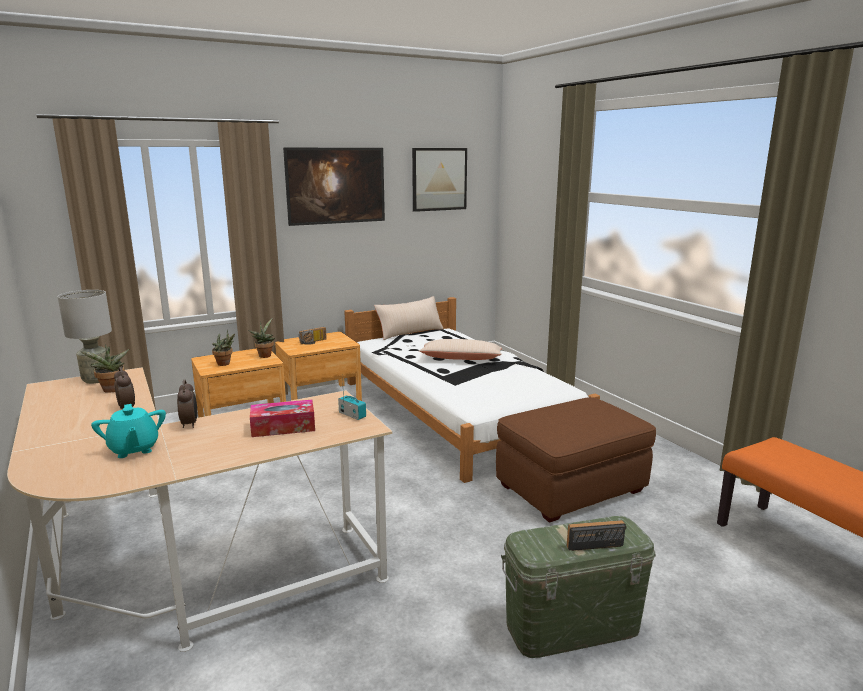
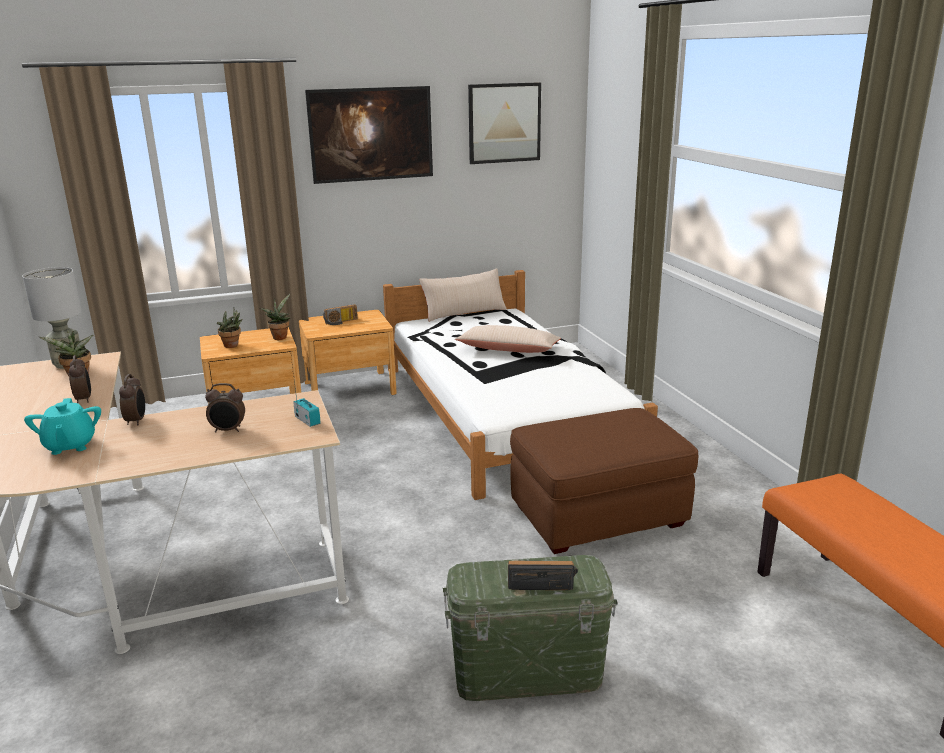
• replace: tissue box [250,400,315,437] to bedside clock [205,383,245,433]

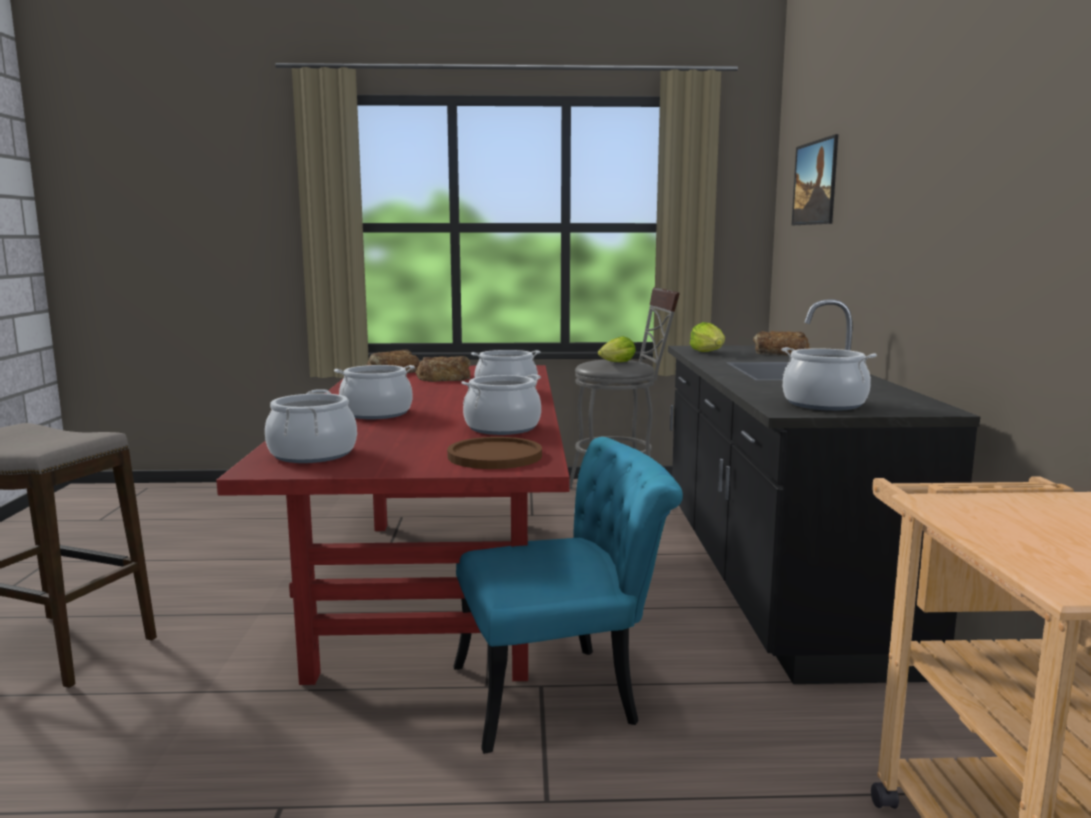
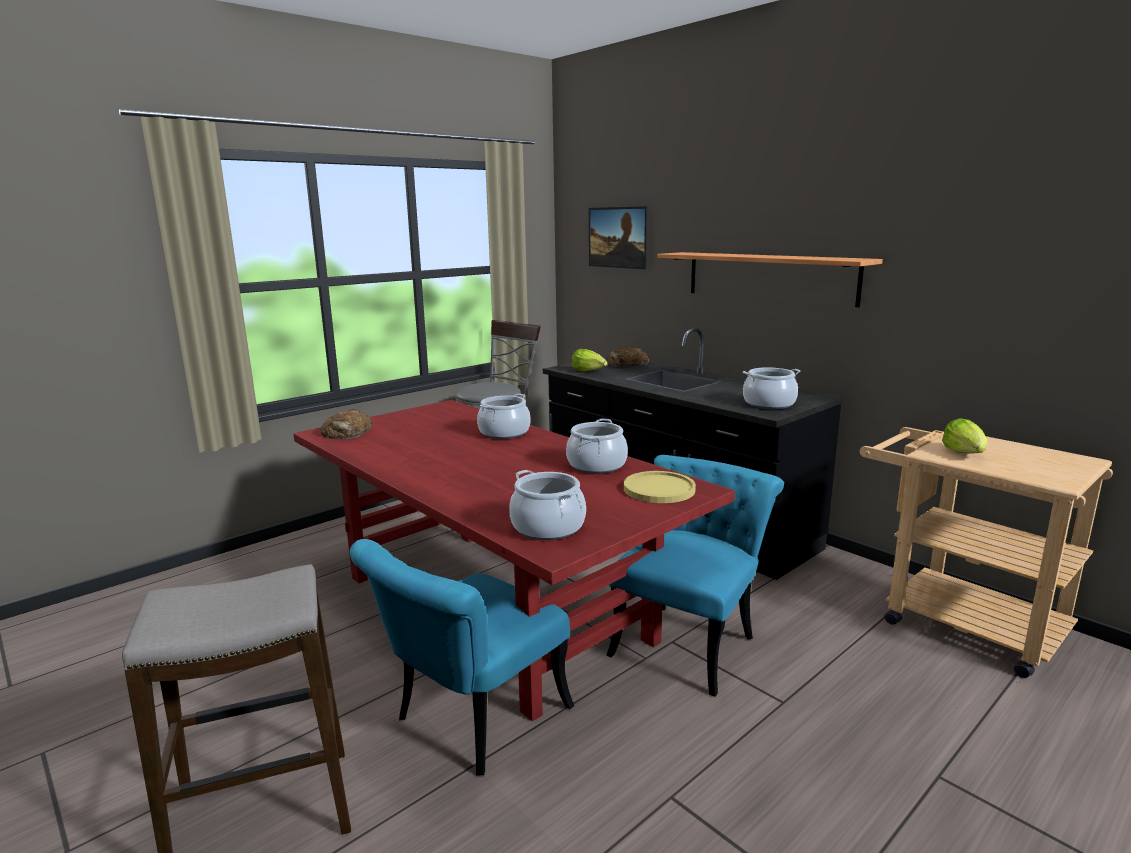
• insert: turquoise chair [350,539,574,775]
• recolor: brownish dinner plate [447,437,542,469] to yellowish dinner plate [624,471,696,503]
• insert: bracket shelf [657,252,883,307]
• move: lettuce [598,336,636,362] to [942,418,988,453]
• delete: stockpot [334,365,415,419]
• delete: bread [415,356,471,382]

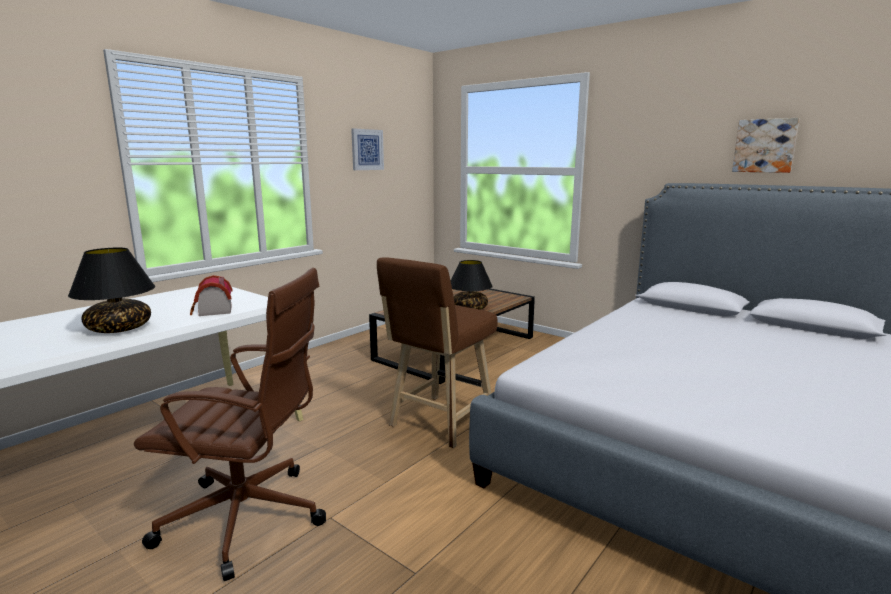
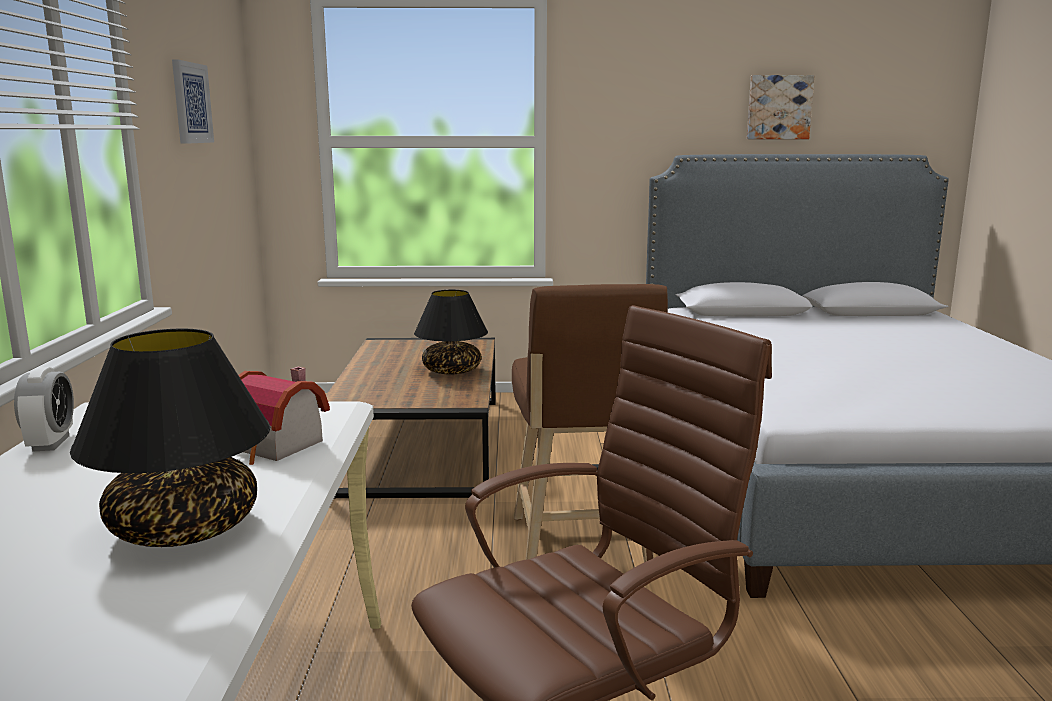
• insert: bedside clock [14,367,74,452]

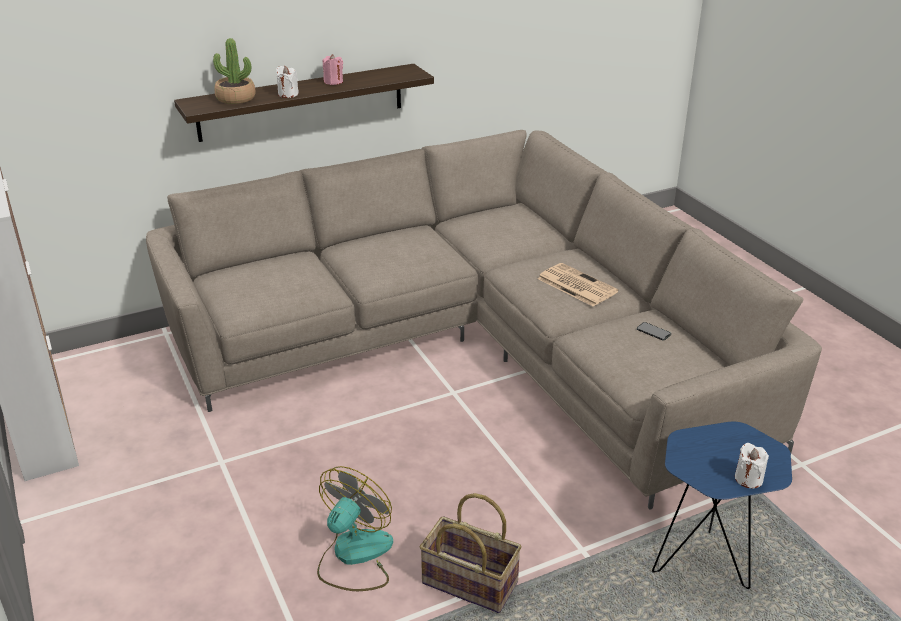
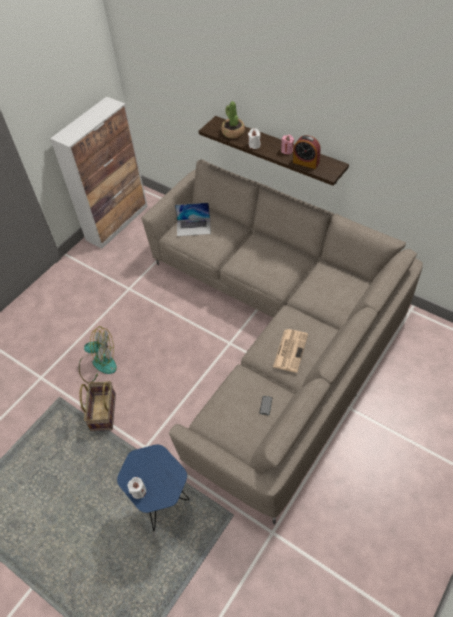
• insert: portable computer [175,203,211,236]
• insert: bedside clock [293,135,321,169]

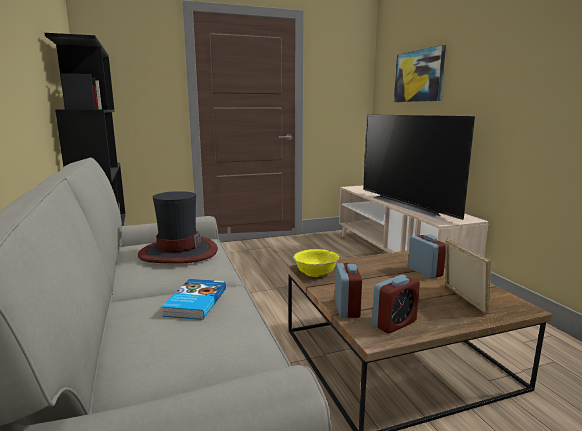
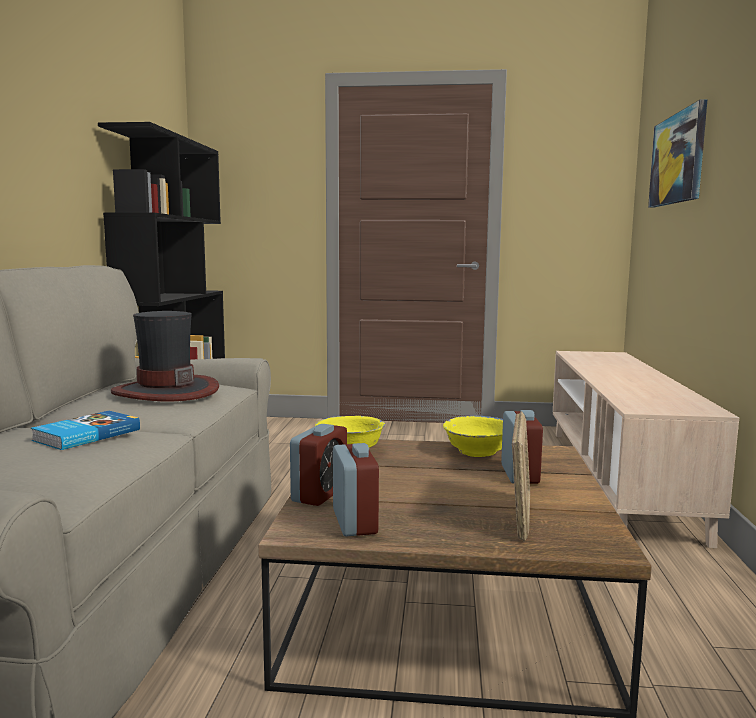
• rotate: bedside clock [372,275,420,334] = [333,443,379,537] 90 degrees counterclockwise
• insert: yellowish bowl [443,416,503,457]
• delete: TV [363,114,475,220]

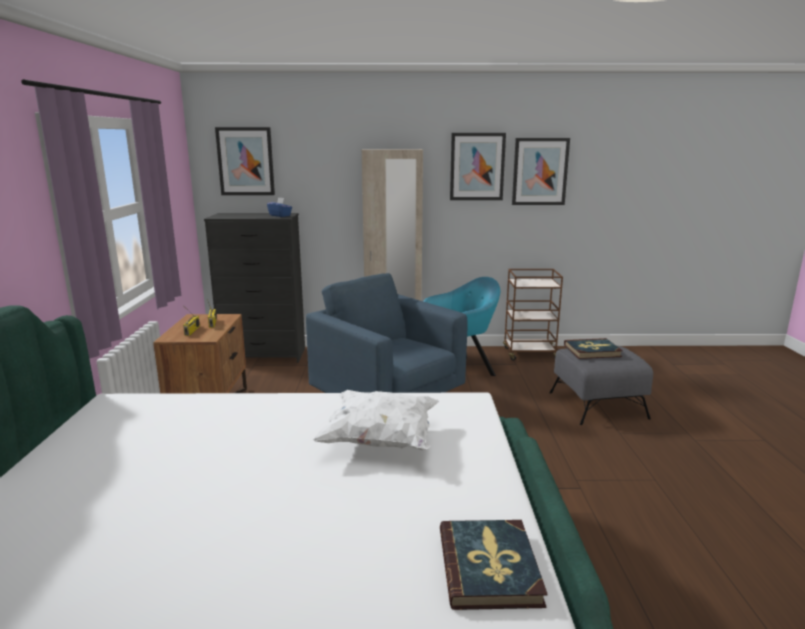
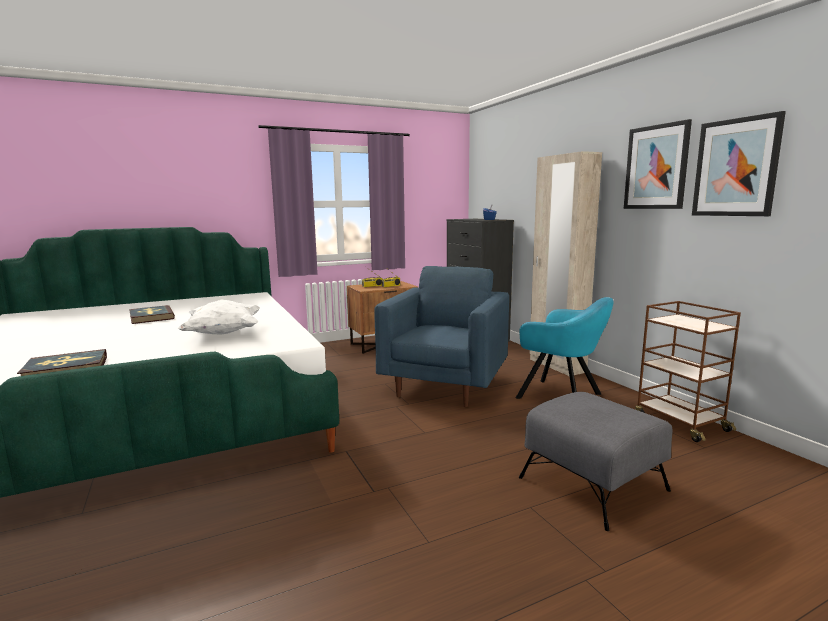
• move: book [564,338,623,359] to [129,305,175,324]
• delete: picture [215,127,275,195]

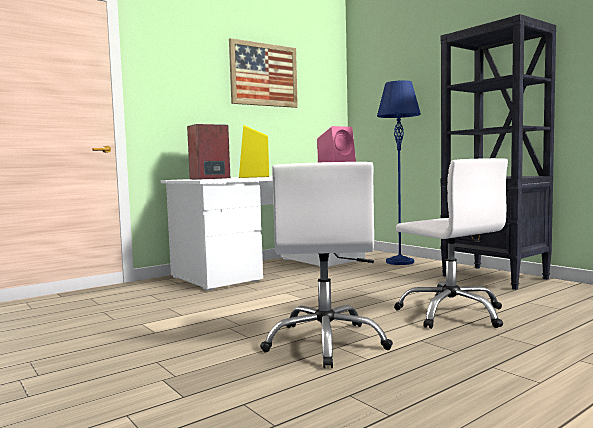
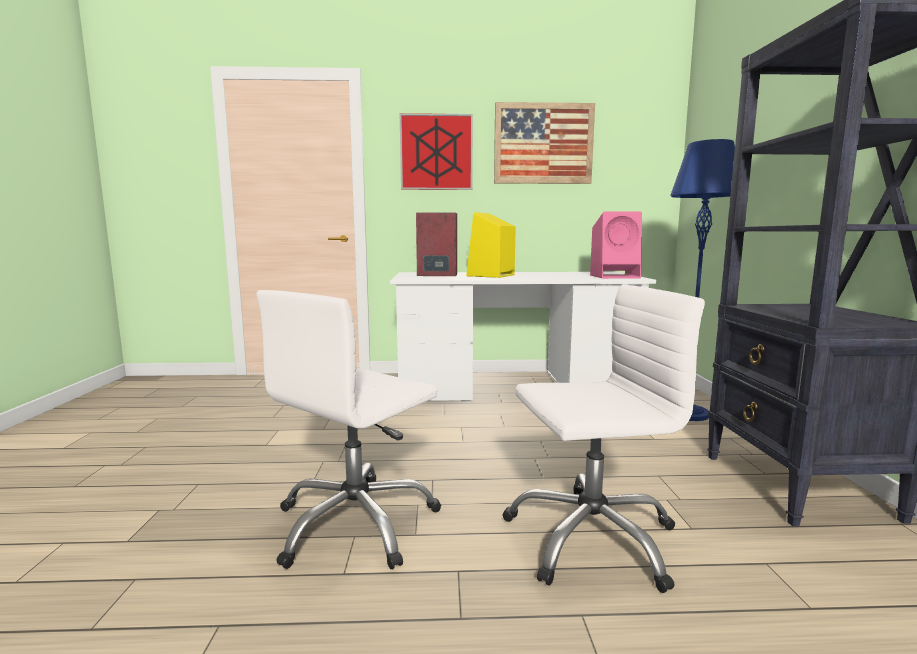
• insert: picture [399,113,473,190]
• rotate: white-coloured office chair [394,158,508,329] = [503,285,705,593] 105 degrees counterclockwise

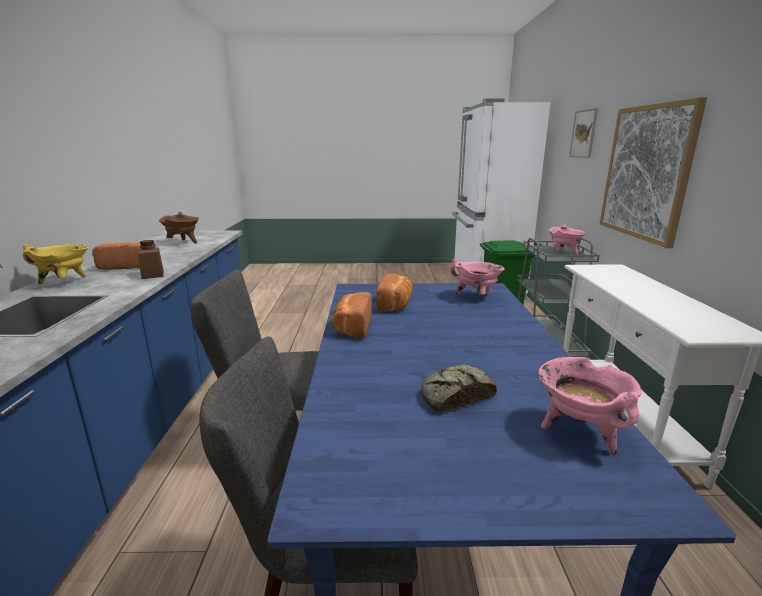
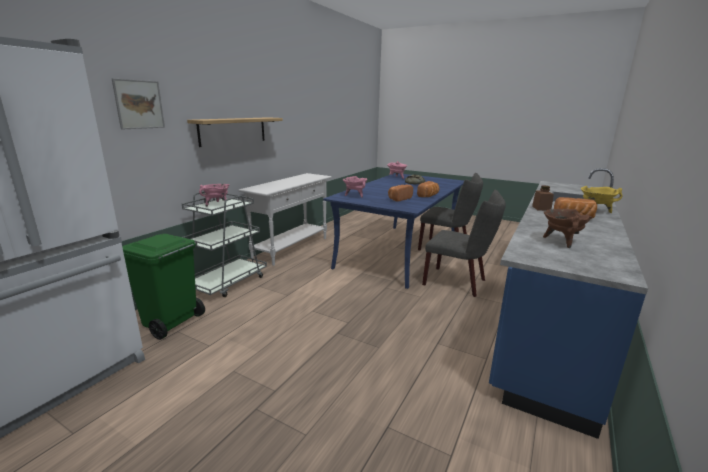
• replace: picture [600,97,707,248] to bracket shelf [187,117,283,147]

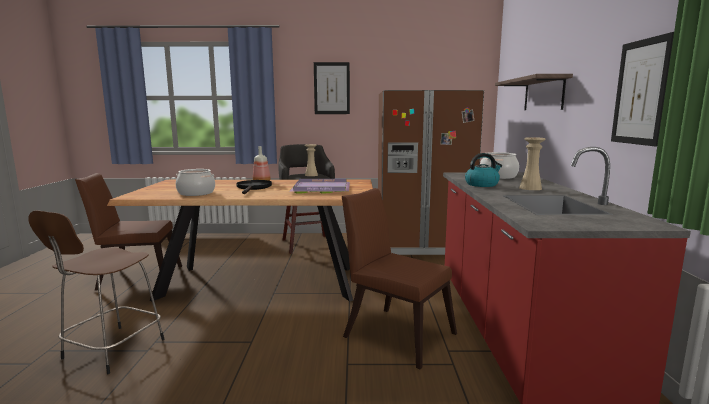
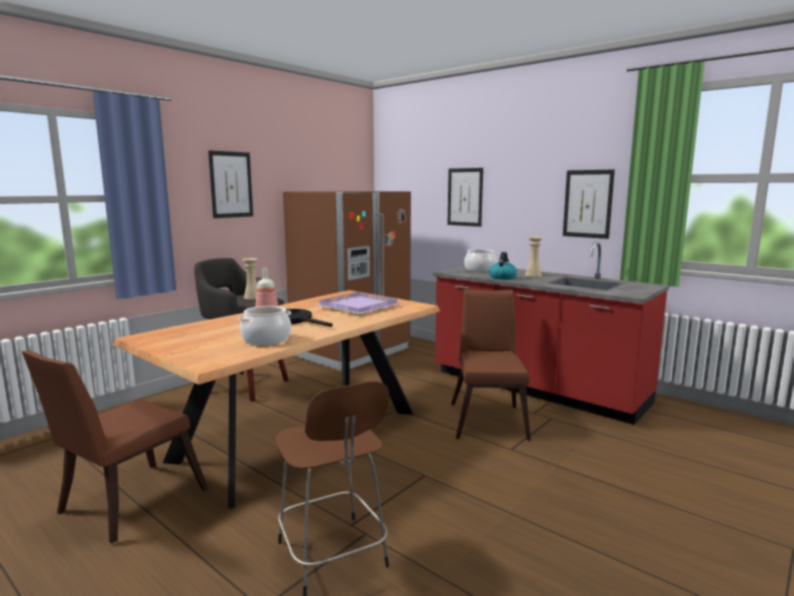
• replace: bracket shelf [495,74,573,110] to picture [448,168,483,227]
• rotate: brownish chair [342,188,457,370] = [451,289,531,441] 105 degrees clockwise

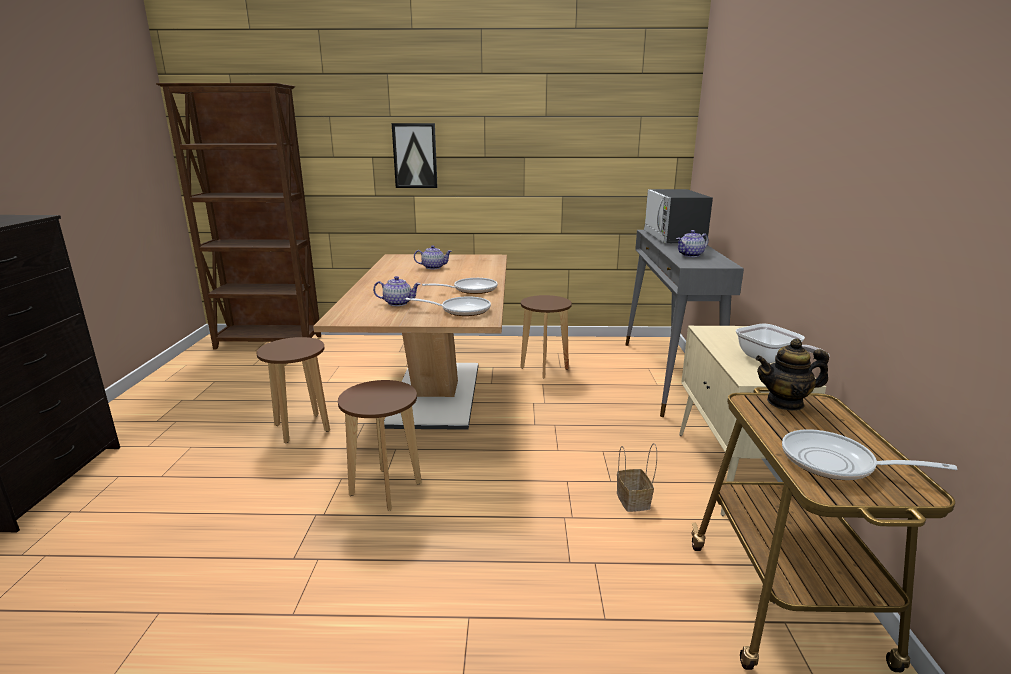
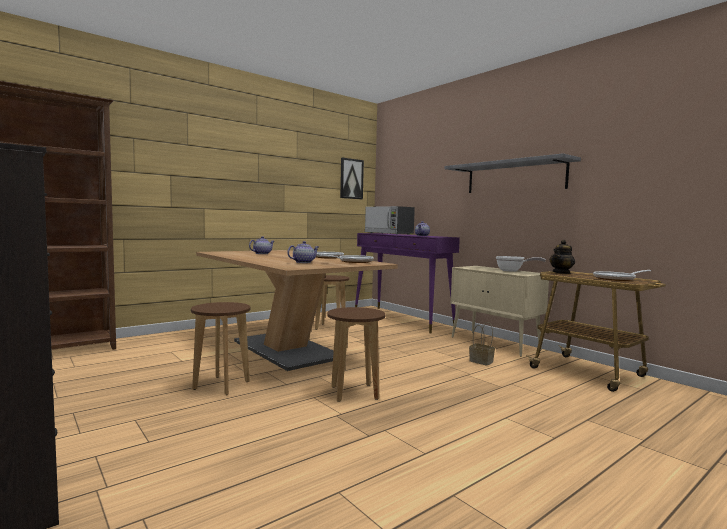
• move: picture [392,123,438,188] to [340,158,364,199]
• recolor: gray hall table [625,230,744,417] to purple-coloured hall table [355,233,460,333]
• insert: gray bracket shelf [444,153,581,193]

